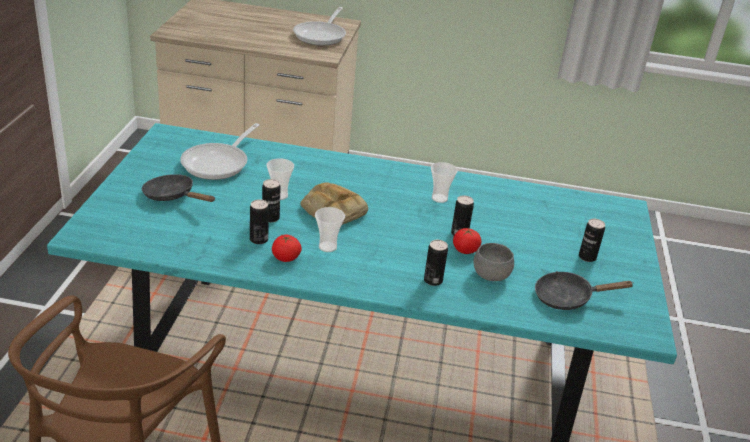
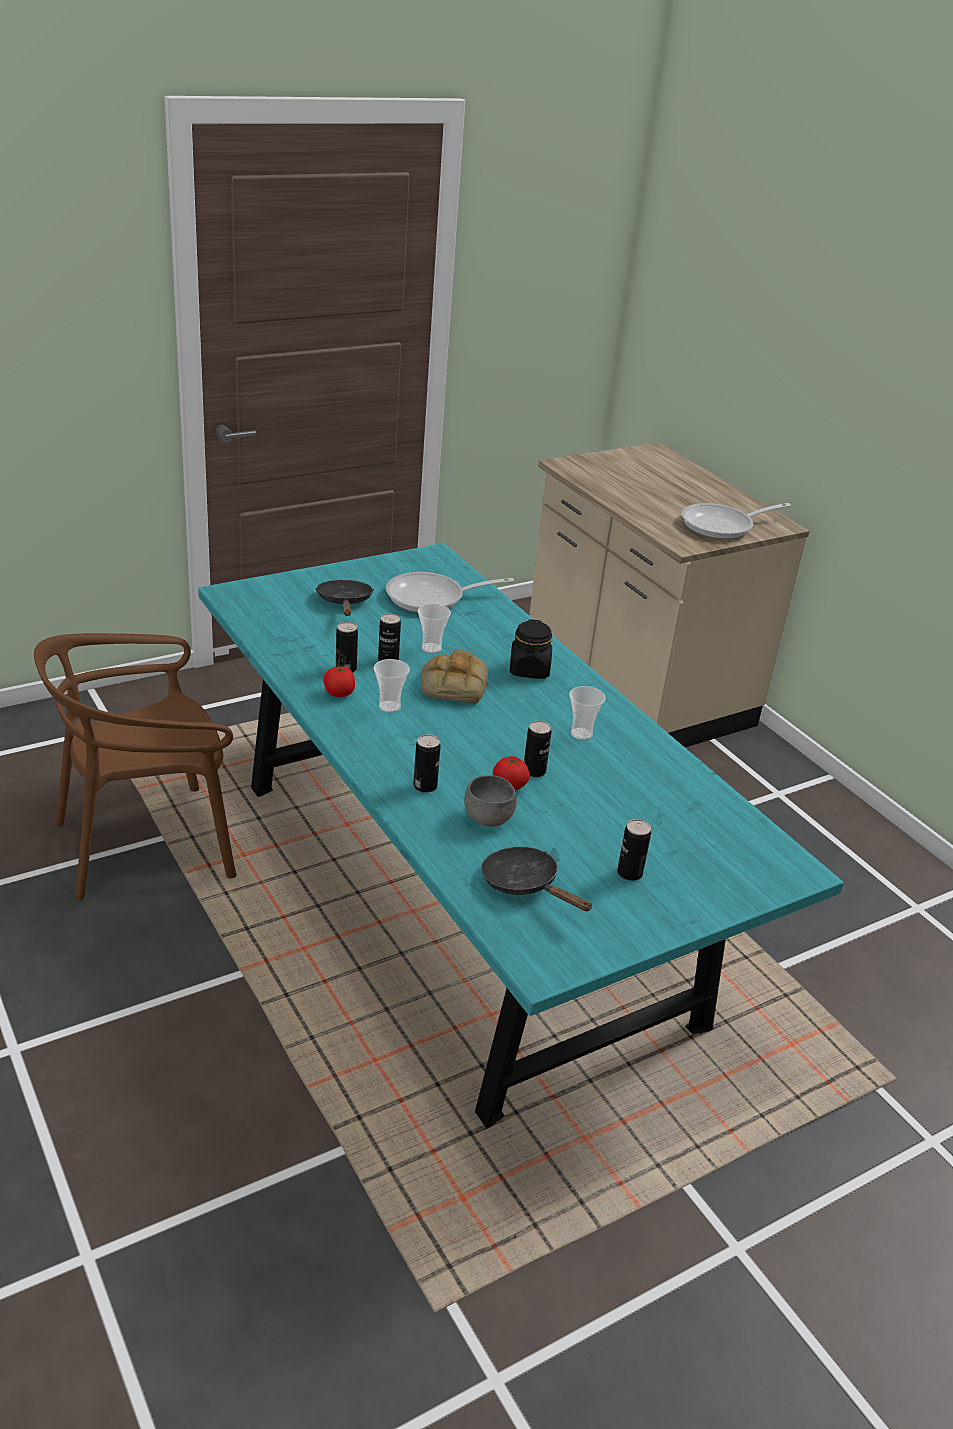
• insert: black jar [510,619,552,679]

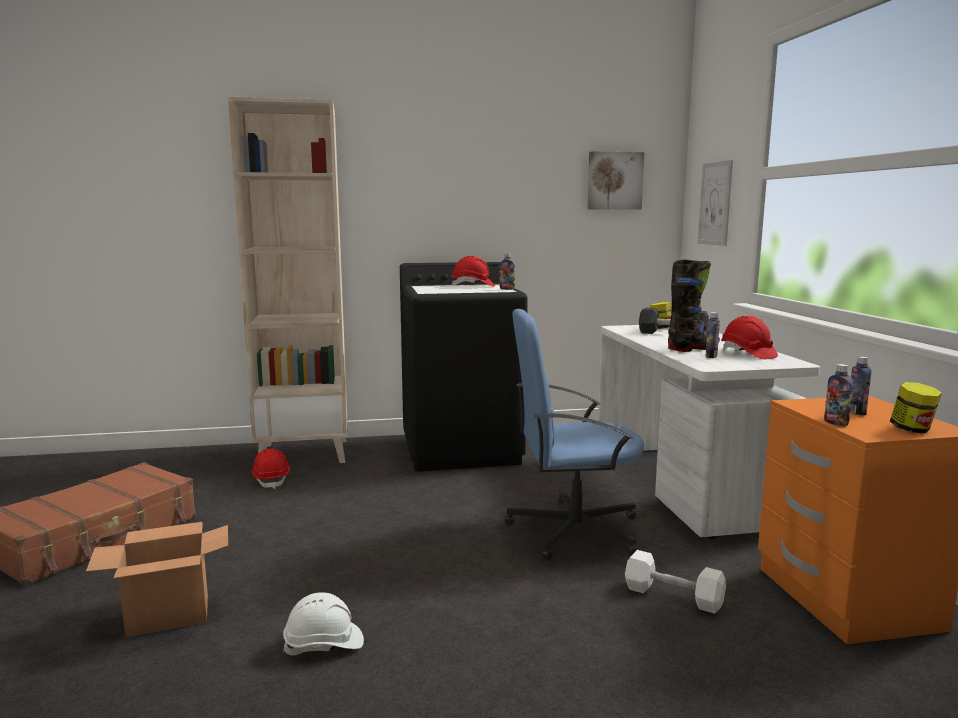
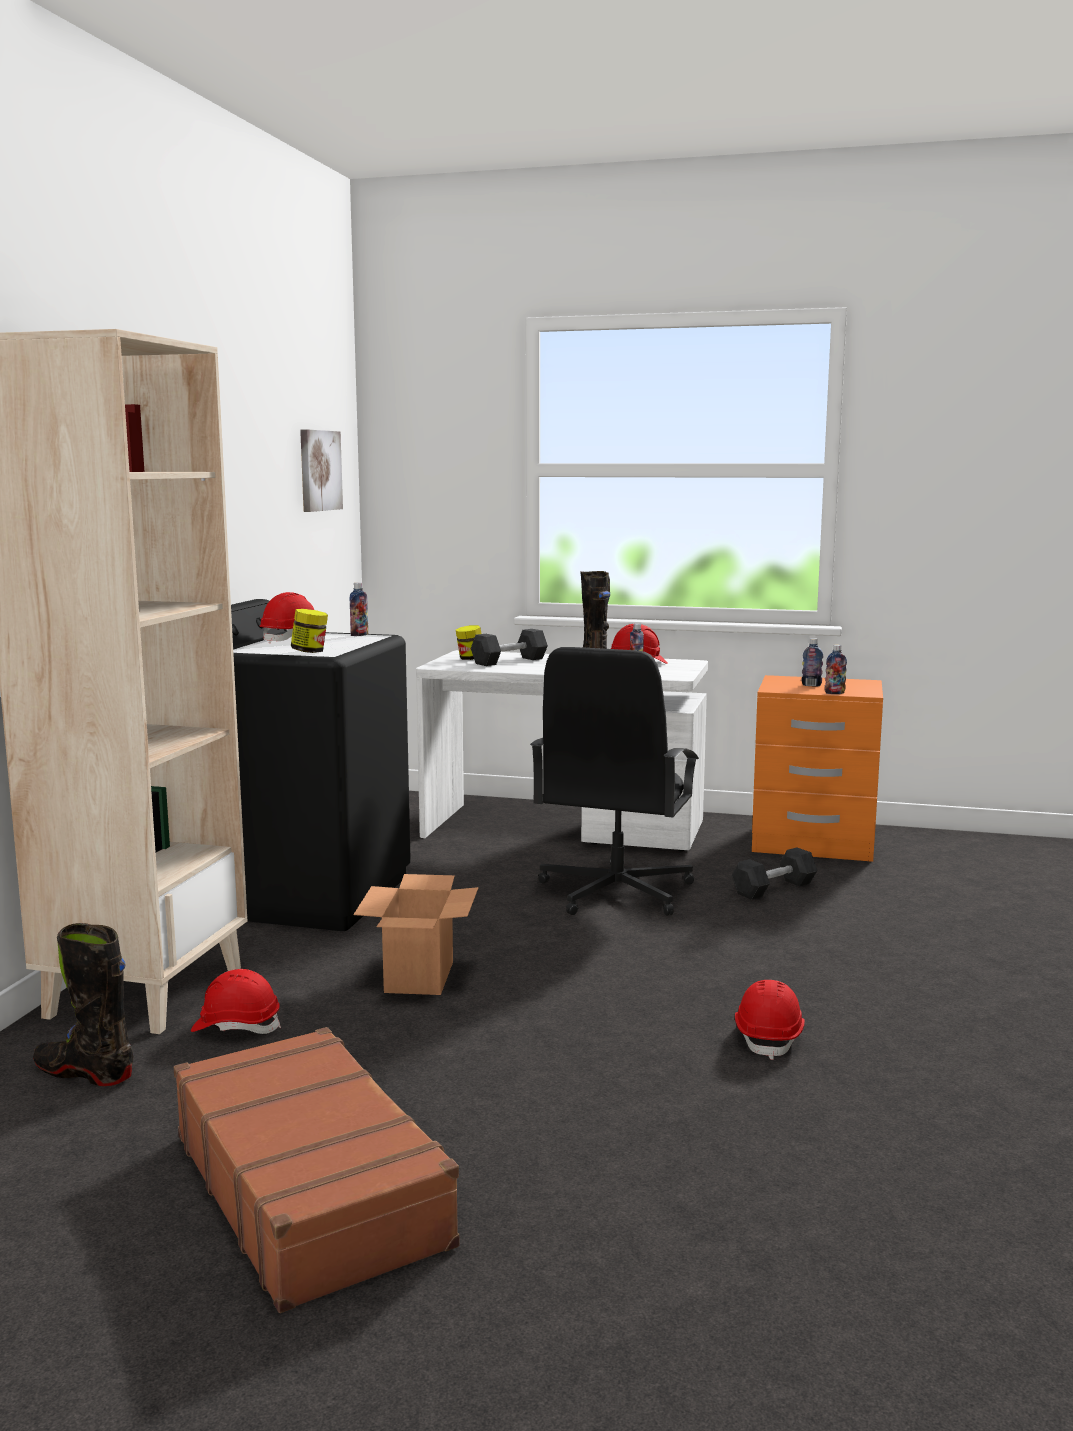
• insert: black tall boot [33,923,134,1086]
• move: jar [890,382,942,433] to [291,609,328,653]
• move: packing box [86,522,228,637] to [354,874,478,995]
• recolor: blue-coloured office chair [505,309,644,560] to black office chair [530,647,699,916]
• recolor: white-coloured hand weight [625,550,726,614] to black hand weight [732,847,817,900]
• recolor: white-coloured hard hat [283,592,364,655] to reddish hard hat [735,980,805,1060]
• delete: picture [698,160,733,246]

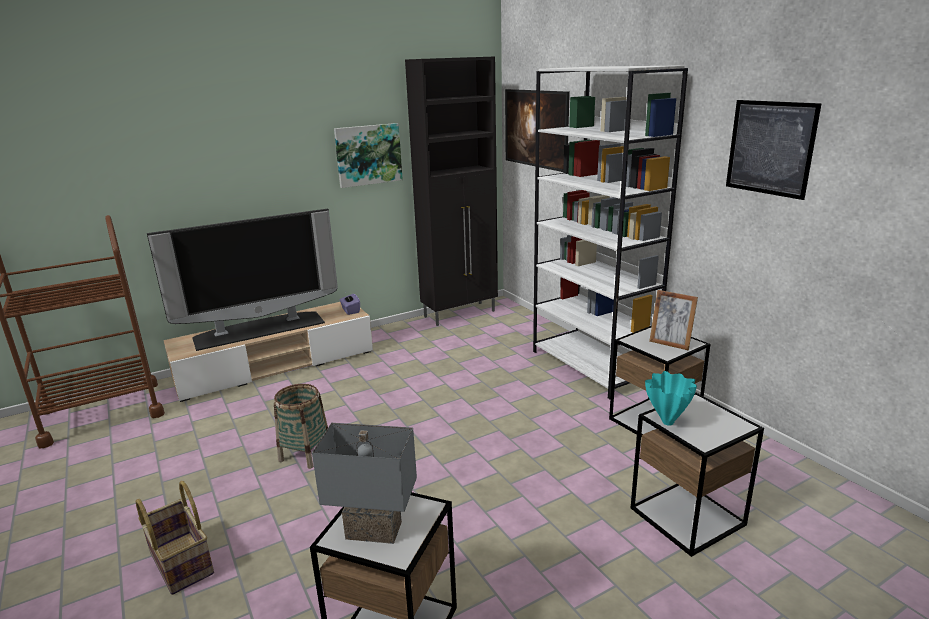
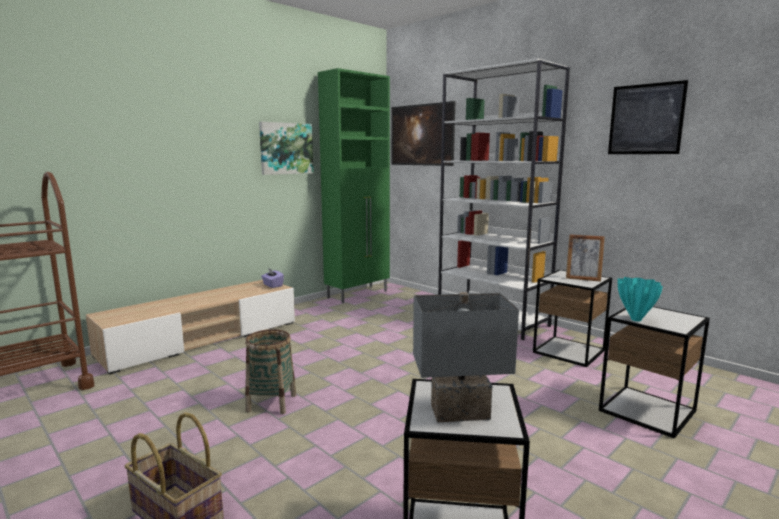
• recolor: black cabinet [405,57,498,326] to green cabinet [318,68,390,303]
• delete: TV [147,209,338,351]

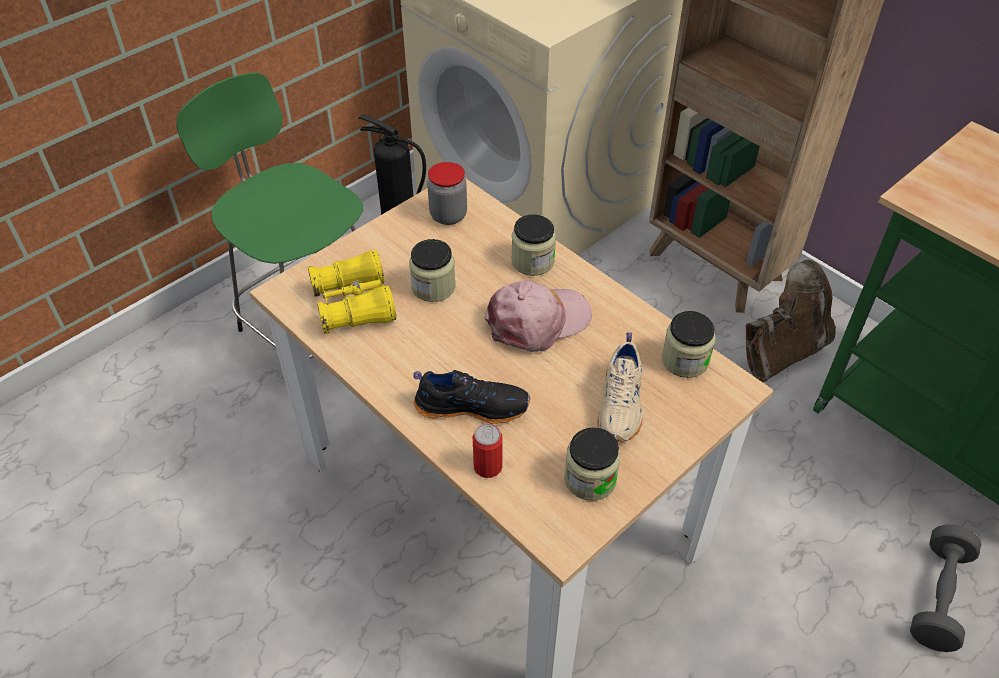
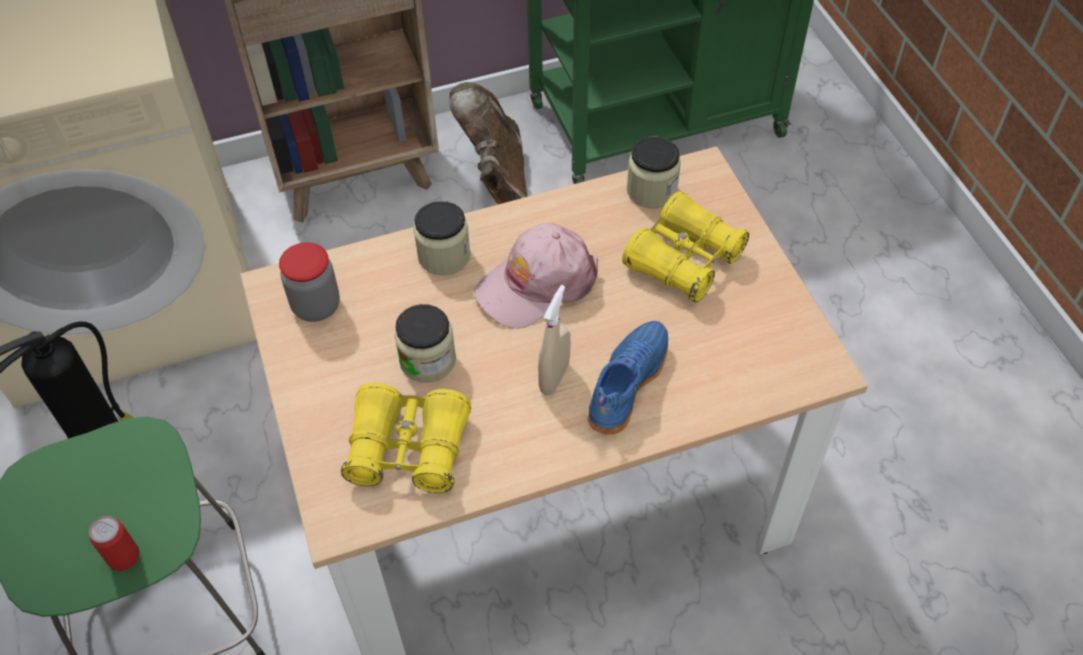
• move: can [473,423,503,478] to [89,516,140,571]
• rotate: pinkish peaked cap [485,280,592,352] = [474,223,598,329] 120 degrees counterclockwise
• insert: beige hand sprayer [538,285,571,395]
• recolor: black item of footwear [414,370,530,424] to blue-coloured item of footwear [588,321,668,435]
• replace: beige item of footwear [597,332,643,442] to yellowish binoculars [622,192,749,302]
• delete: jar [564,427,621,501]
• delete: gray hand weight [910,525,982,652]

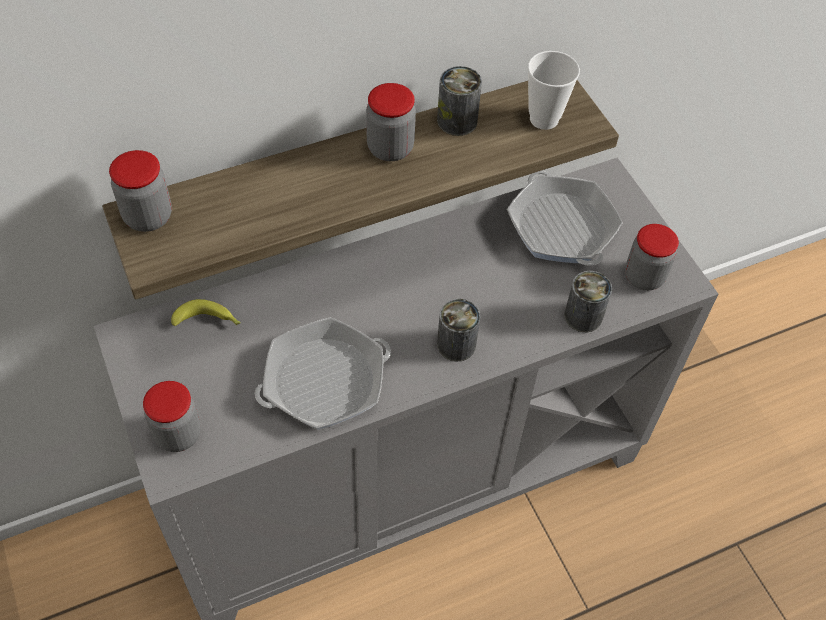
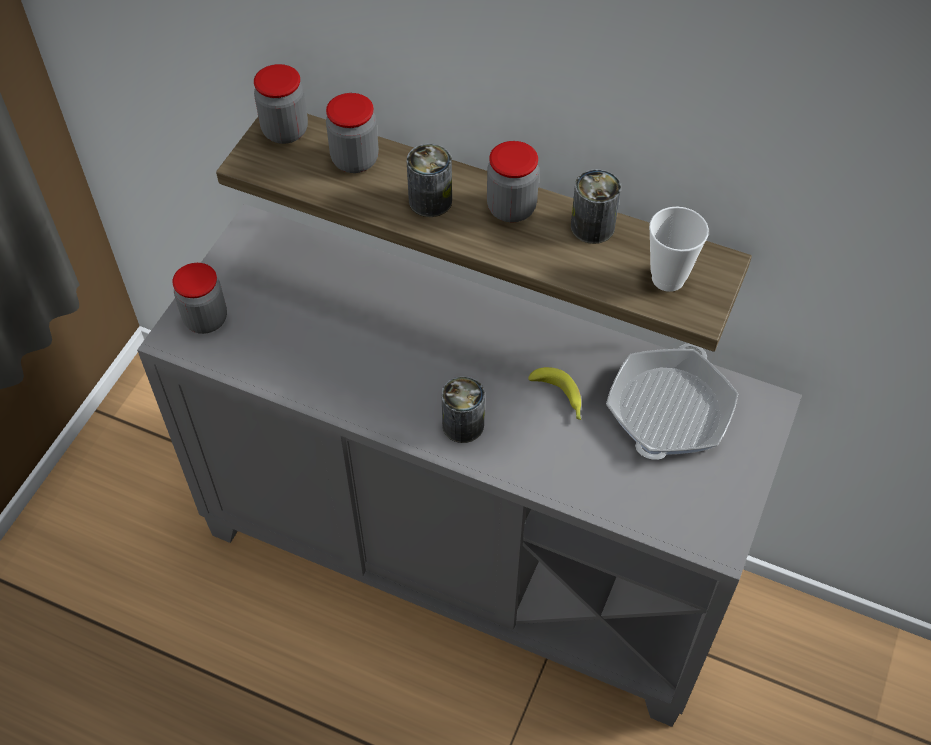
• move: jar [625,224,679,290] to [326,93,379,173]
• move: can [564,271,612,332] to [407,143,452,217]
• move: banana fruit [171,299,241,326] to [528,367,581,420]
• delete: frying pan [255,317,391,430]

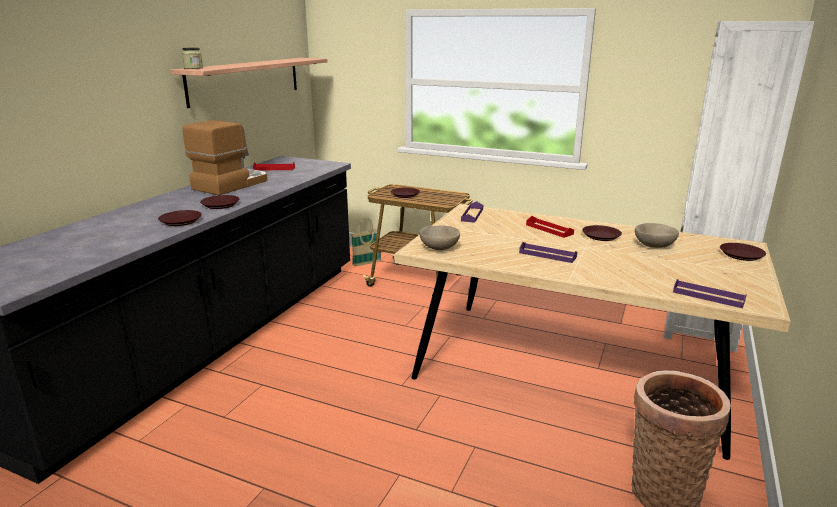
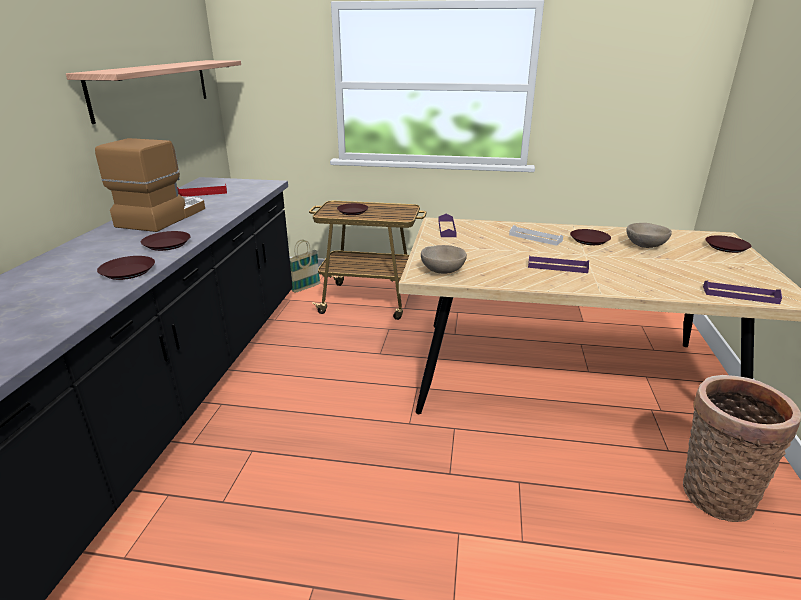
• recolor: reddish serving tray [526,216,574,238] to white-coloured serving tray [509,225,563,246]
• delete: jar [182,47,203,69]
• delete: white-coloured shelving unit [664,21,814,352]

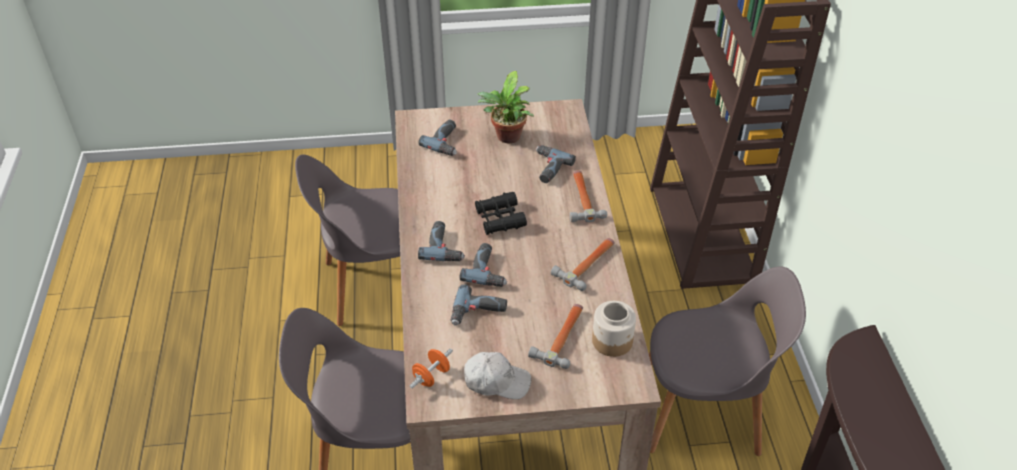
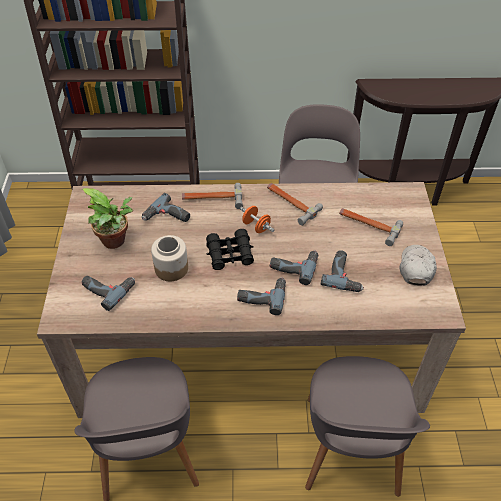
• move: jar [592,301,636,357] to [151,235,188,281]
• move: orange-coloured hand weight [409,348,453,389] to [240,206,274,233]

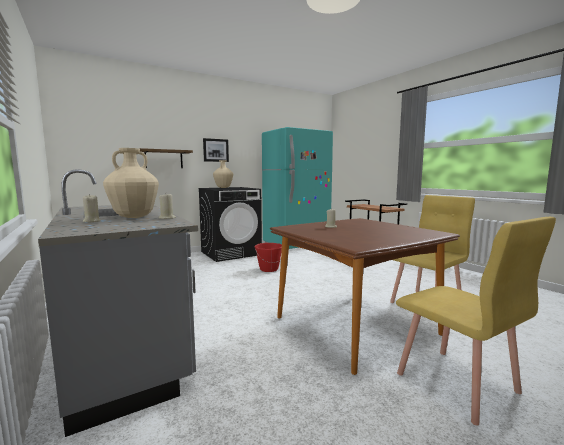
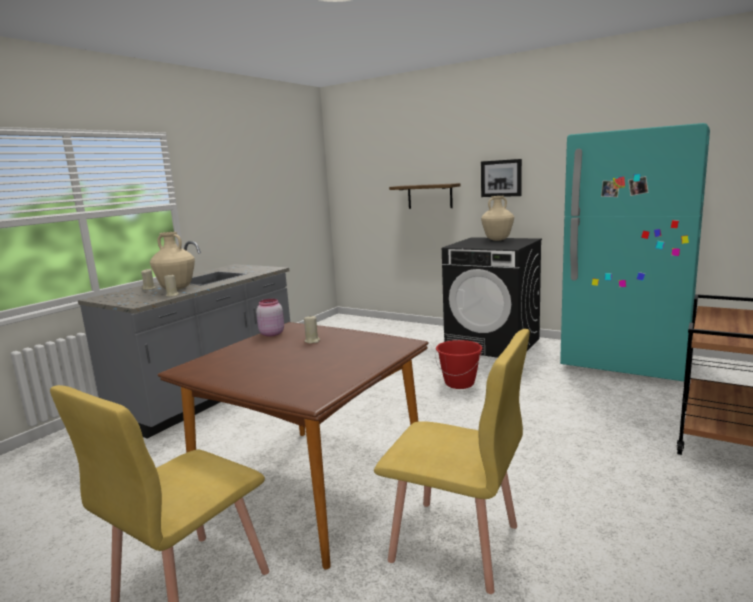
• insert: pinkish jar [256,299,284,336]

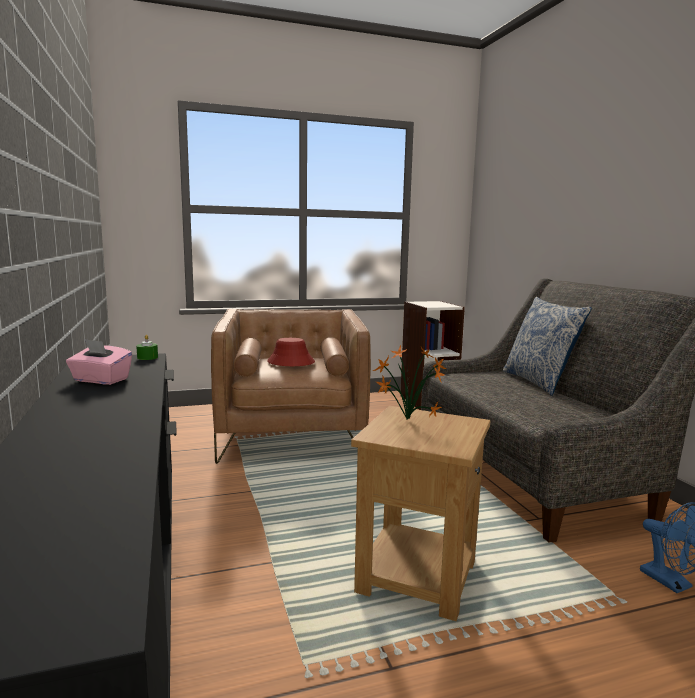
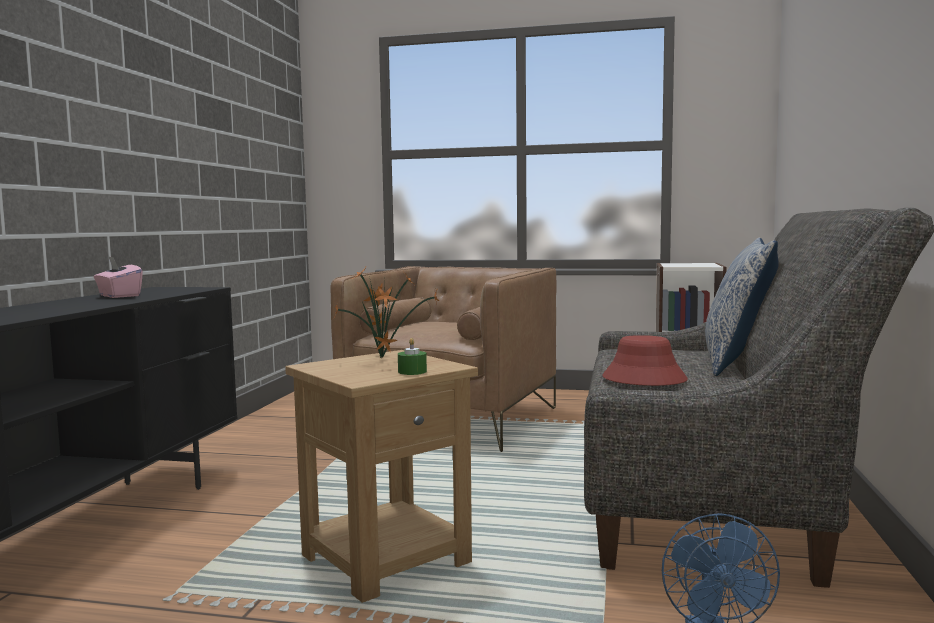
• move: green wax candle [136,335,158,360] to [398,338,427,375]
• move: reddish wearable hat [267,338,315,366] to [602,335,688,386]

